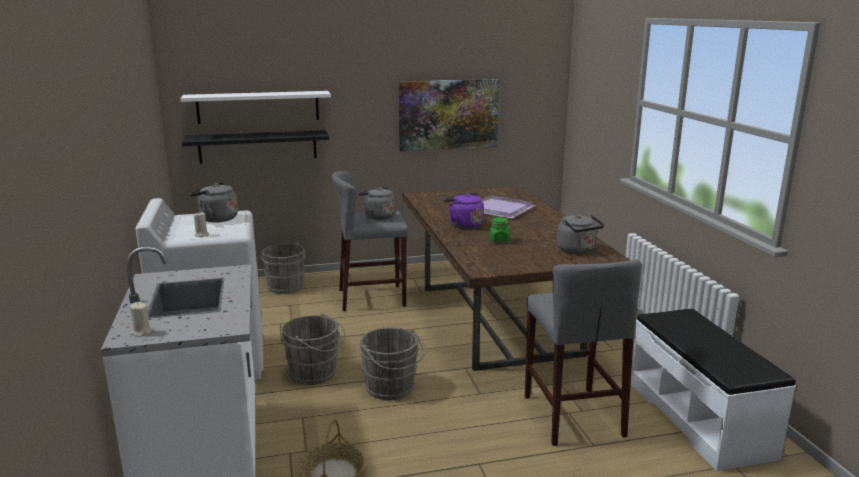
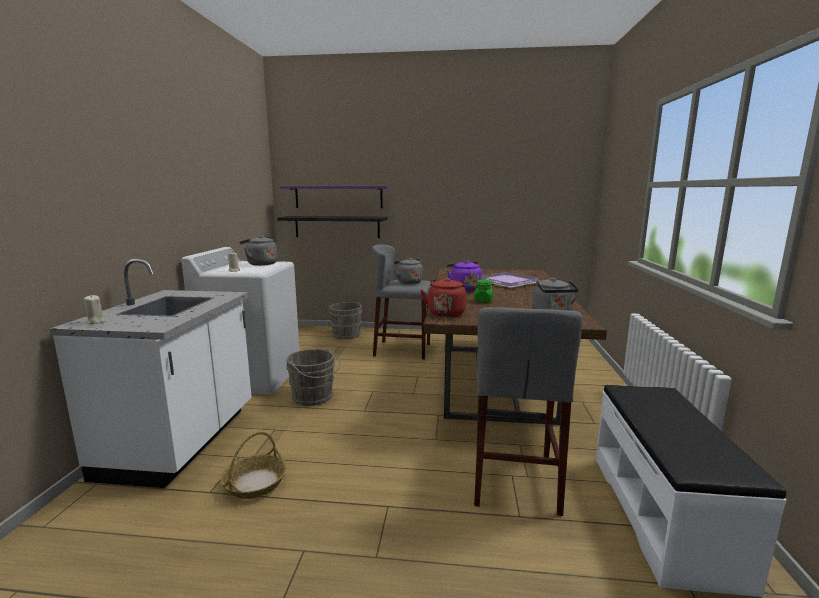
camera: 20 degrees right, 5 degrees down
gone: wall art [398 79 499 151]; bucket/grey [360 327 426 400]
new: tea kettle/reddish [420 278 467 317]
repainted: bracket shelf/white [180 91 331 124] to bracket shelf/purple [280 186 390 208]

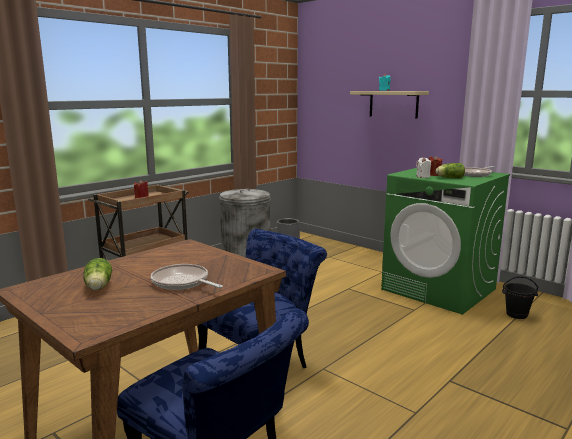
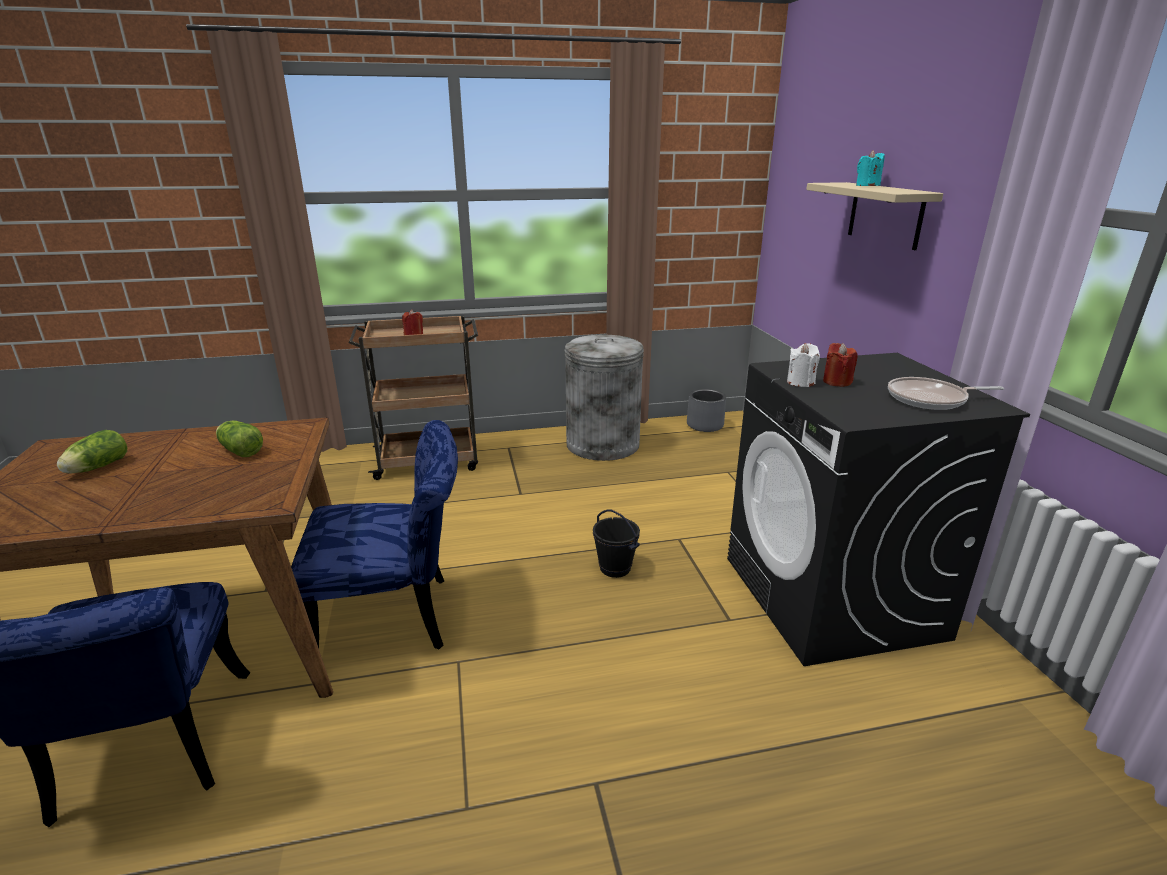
camera: 35 degrees right, 10 degrees up
gone: skillet [151 264 223 290]
shifted: head of lettuce [436 163 465 178] to [216 420 263 457]; bucket/blackish [502 276 538 319] to [593 509 640 578]
repainted: laundry machine/green [381 168 510 315] to laundry machine/blackish [727 353 1030 666]

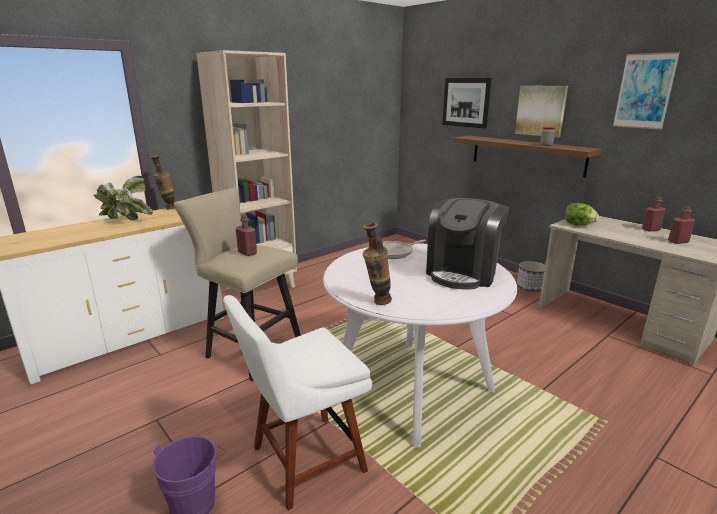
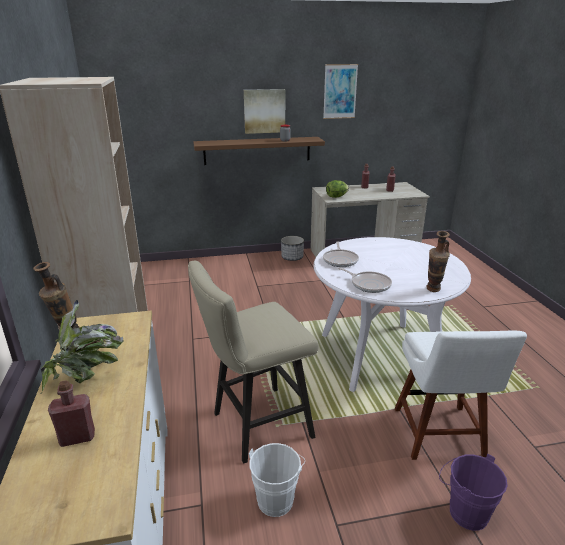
camera: 60 degrees left, 5 degrees up
gone: wall art [442 78 491 128]; coffee maker [426 198 509 290]
new: skillet [338 267 392 293]; bucket/white [249 443 305 517]
shifted: drink bottle/reddish [236 214 257 256] to [48 381 95 447]

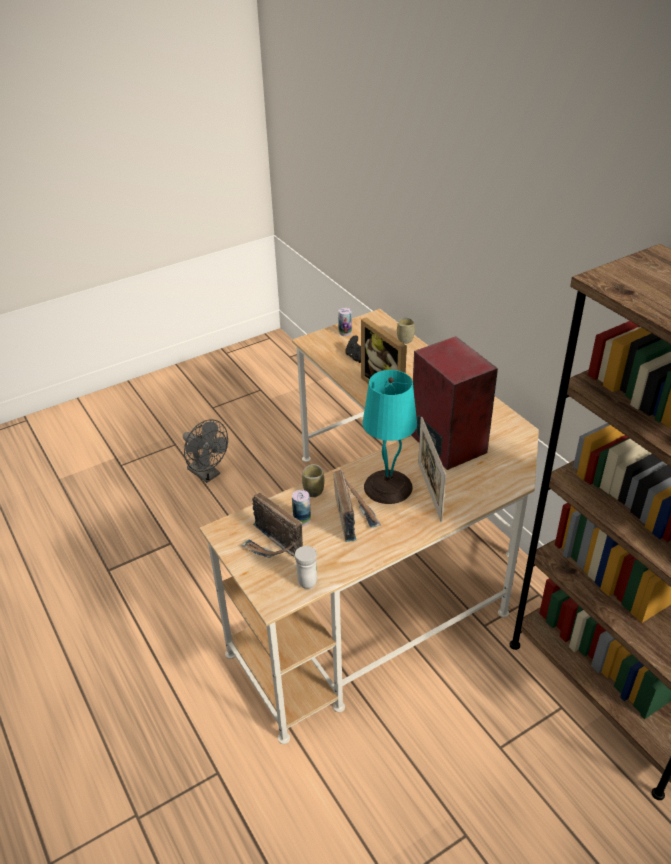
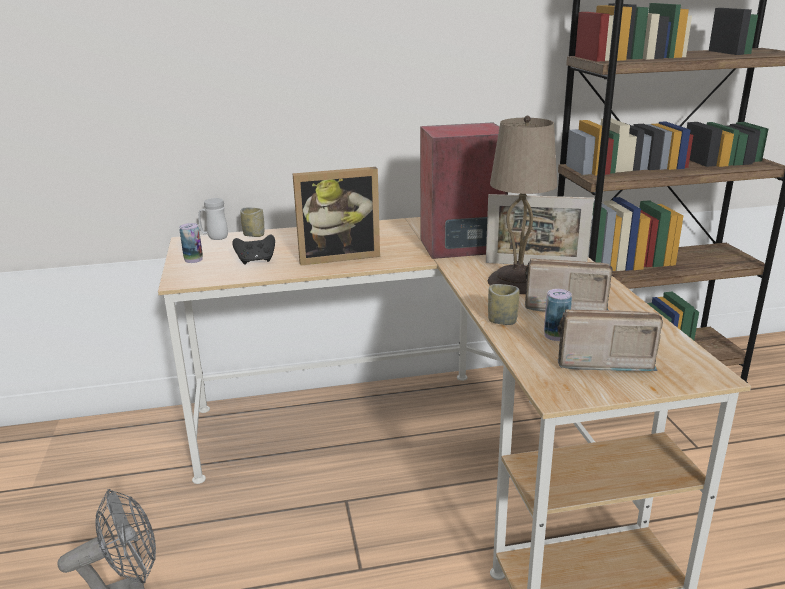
camera: 70 degrees left, 15 degrees down
shifted: tea mug/white [295 546 317 589] to [198 198 228 240]
repainted: lamp for a table/turquoise [363 370 417 504] to lamp for a table/sand-coloured [488 116 557 294]
rotated: radio [241 493 303 558] = [558 309 663 371] 150 degrees counterclockwise

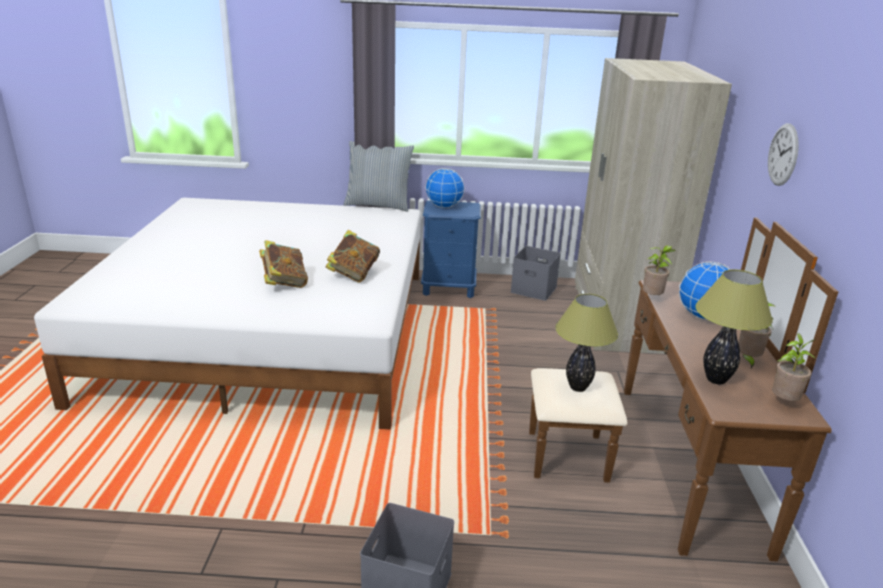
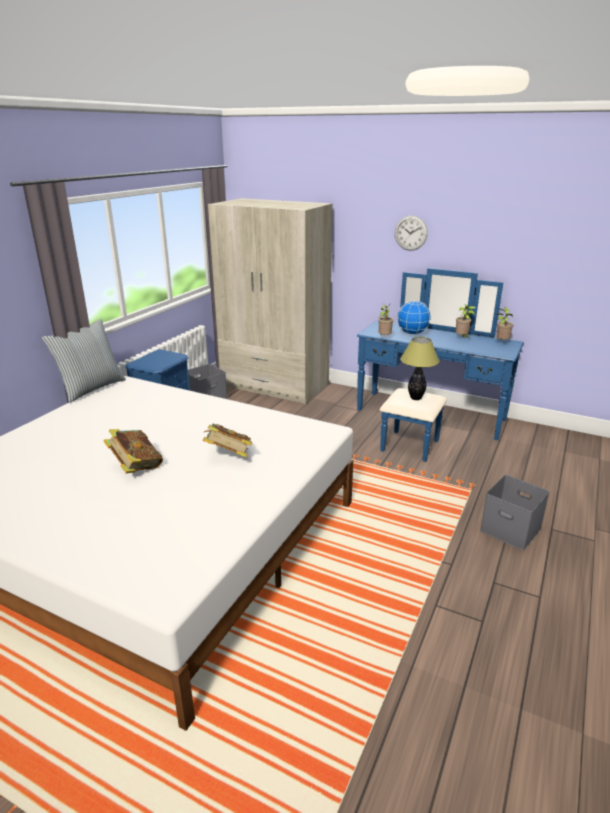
camera: 65 degrees left, 0 degrees up
gone: globe [425 168 465 208]; lamp for a table [696 270 773 384]
shifted: book [325 230 380 283] to [103 429 163 473]
repainted: drawer chest/brown [529 217 838 562] to drawer chest/bluish [357 268 524 462]

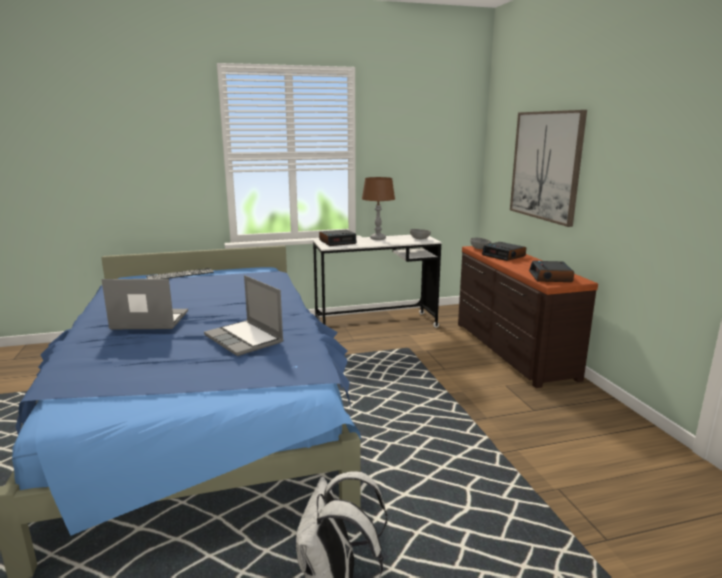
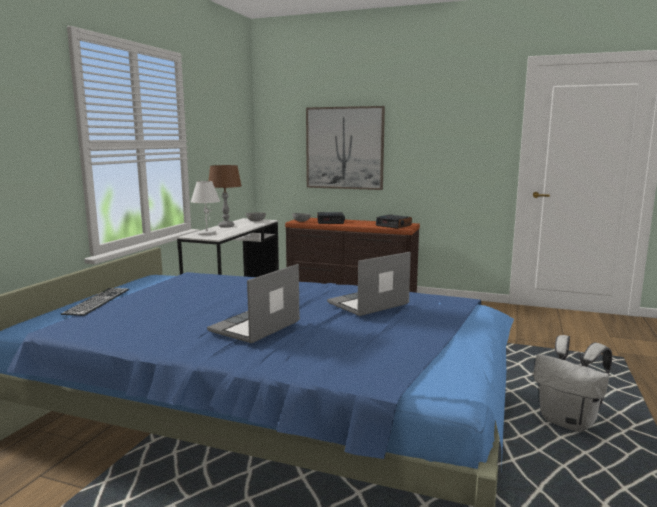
camera: 55 degrees left, 5 degrees down
swapped: table clock [319 230 357 246] to lamp for a table/white [191 181 220 235]
rotated: notebook computer [204 275 284 356] = [327 252 411 316] 150 degrees clockwise

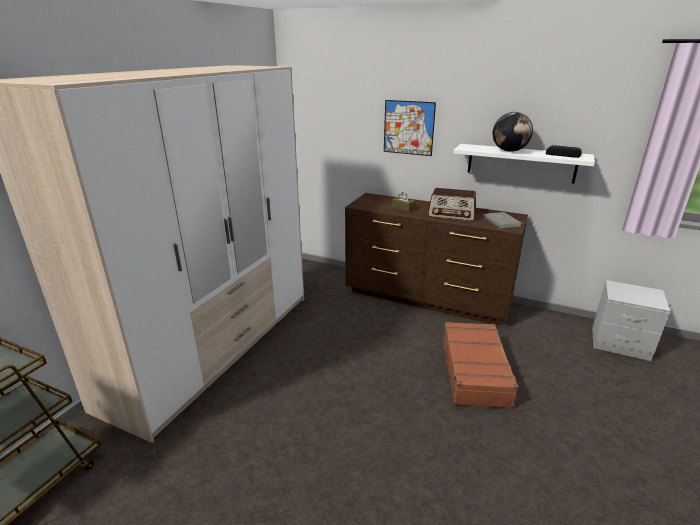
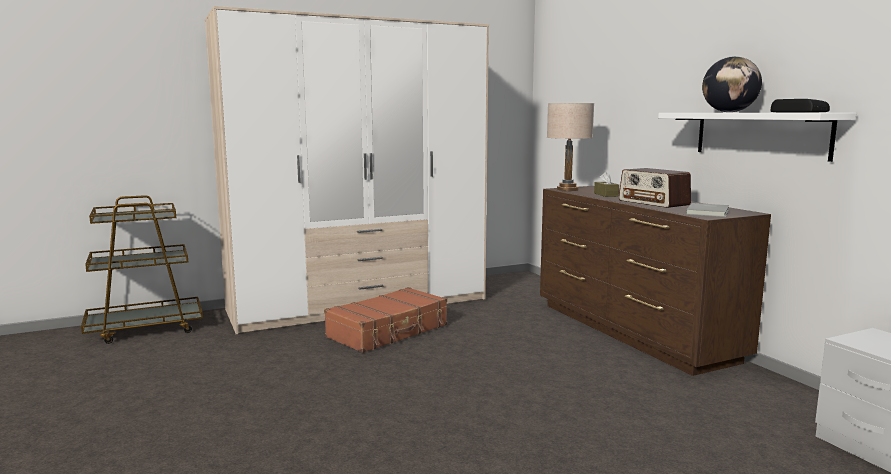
camera: 40 degrees right, 15 degrees down
gone: wall art [384 100 436 156]
new: lamp for a table/sand-coloured [547 103 594 191]
shifted: travel case/brown [443 322 518 409] to [324 287 447 353]

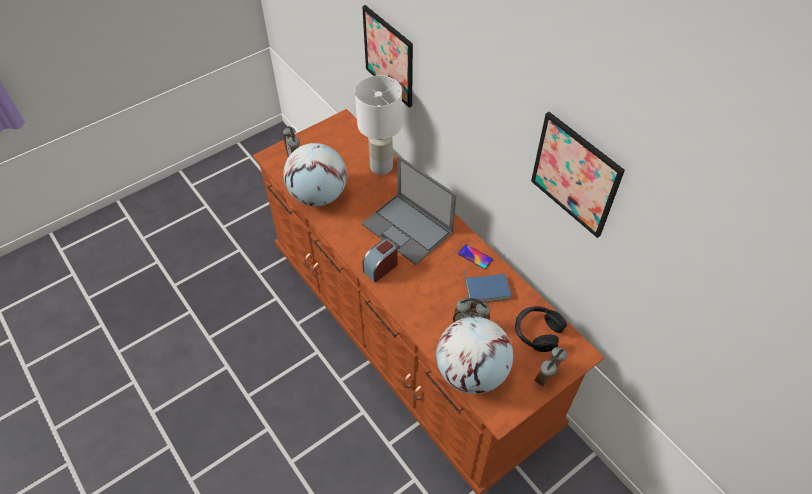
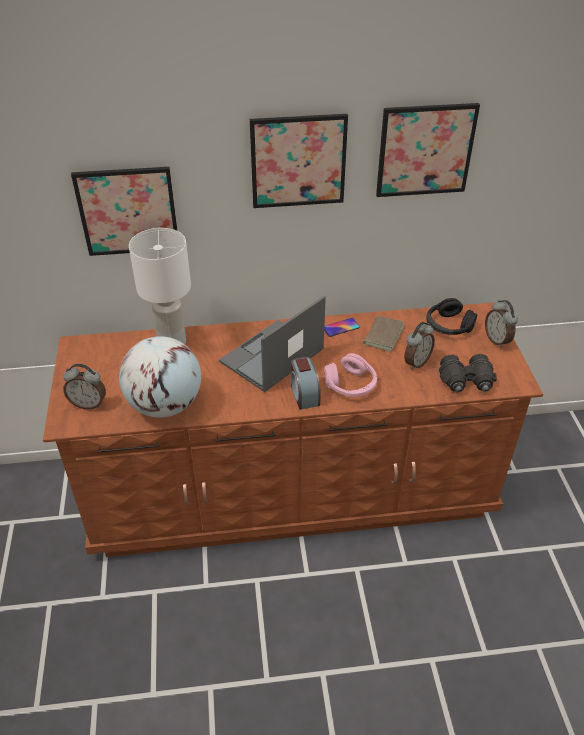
camera: 60 degrees left, 10 degrees down
new: wall art [250 114 348 208]; pair of headphones/pinkish [324 353 377 397]
swapped: globe [436 317 513 394] to binoculars/blackish [439 354 497 392]
repainted: book/bluish [464 271 512 303] to book/brown [355 316 404 352]
rotated: notebook computer [361 156 456 265] = [219 296 326 392] 150 degrees clockwise

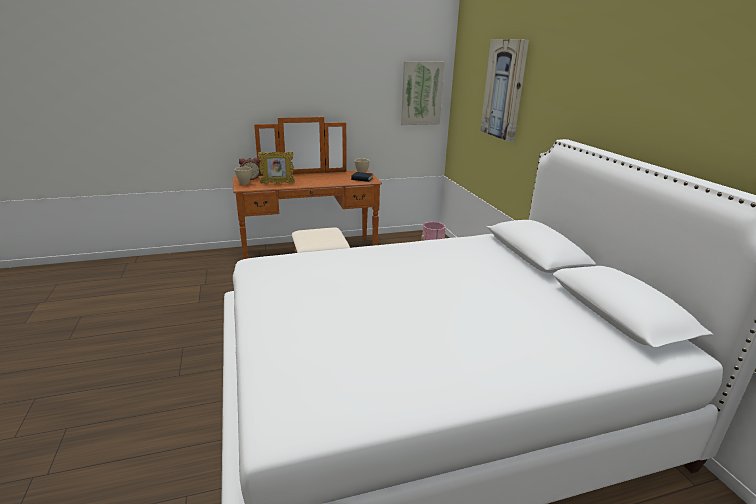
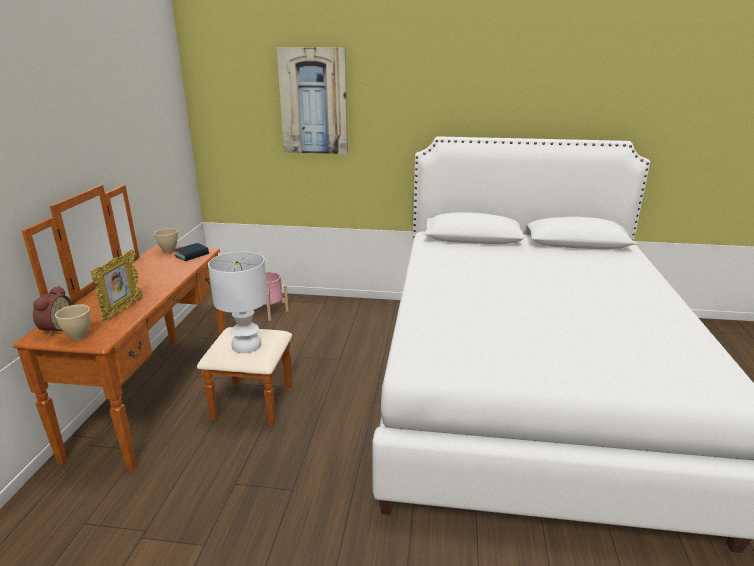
camera: 65 degrees left, 0 degrees up
gone: wall art [401 61 445 125]
new: lamp for a table/white [208 252 268 353]

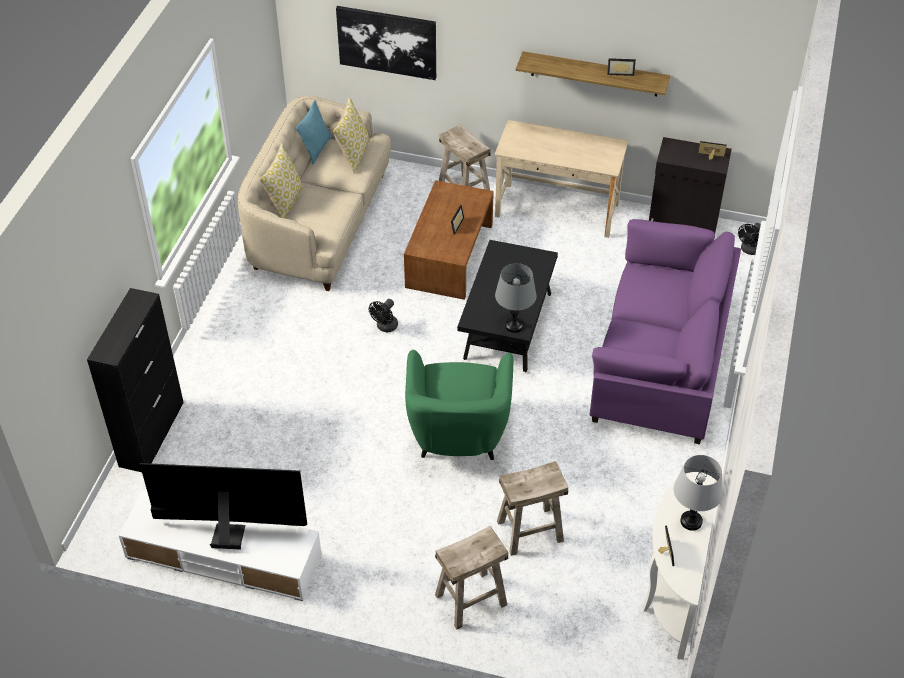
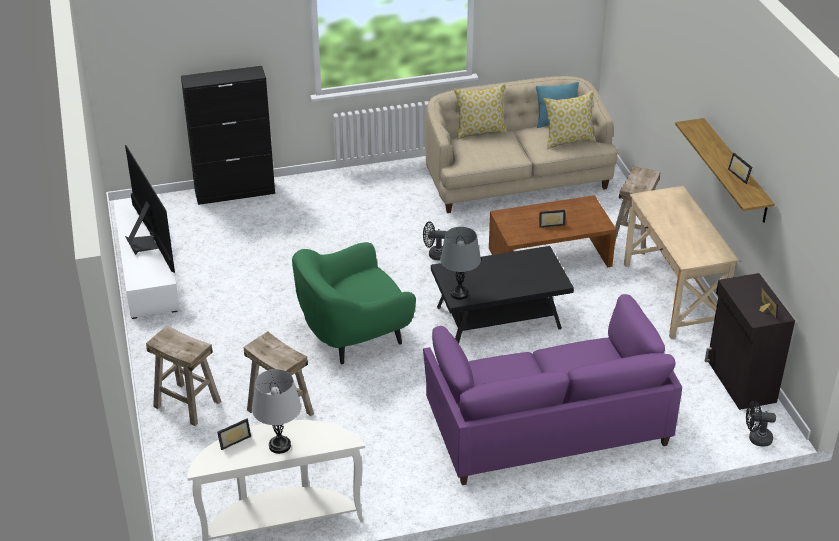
camera: 60 degrees right, 10 degrees down
gone: wall art [336 6 436 80]

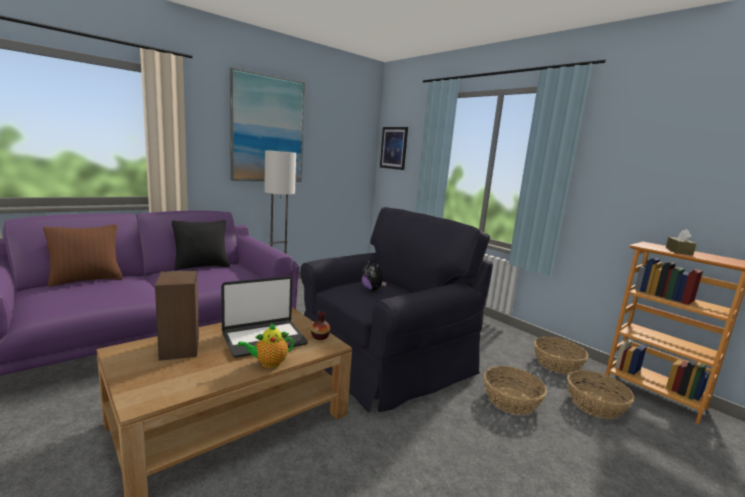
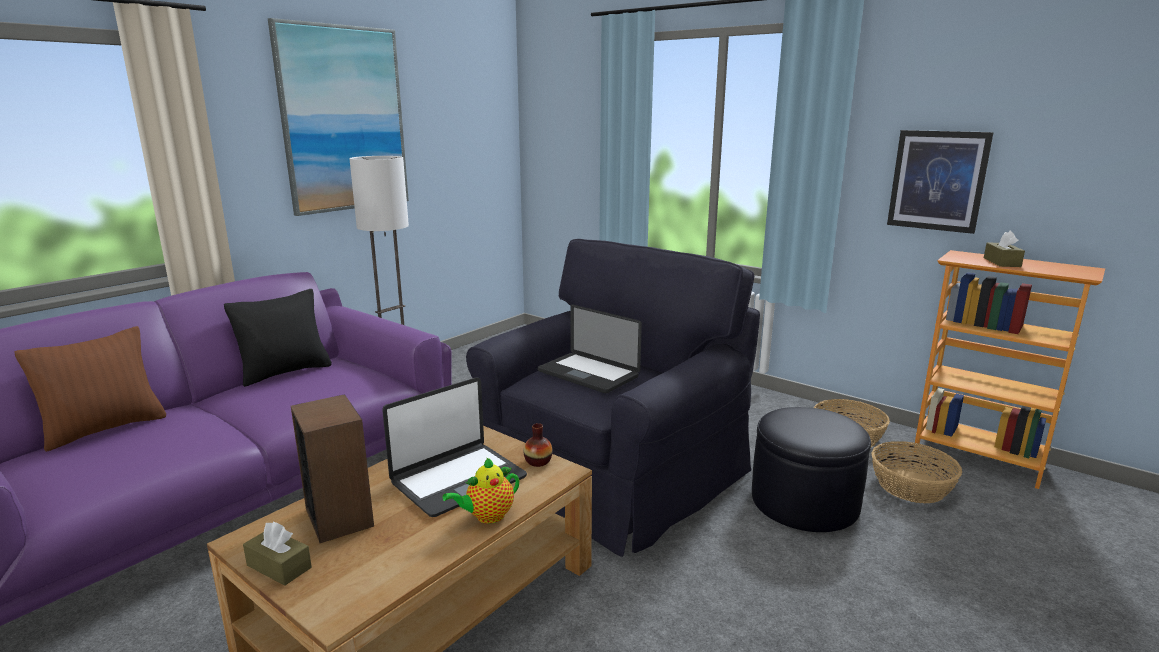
camera: 10 degrees left, 5 degrees up
new: tissue holder/brown [243 522 312 586]
shifted: wall art [380 127 408 170] to [887 130 994 234]
swapped: cuddly toy [361 259 387 291] to notebook computer [538 305 642 393]; basket [484 366 547 415] to footrest/blackish [752 407 871 532]

